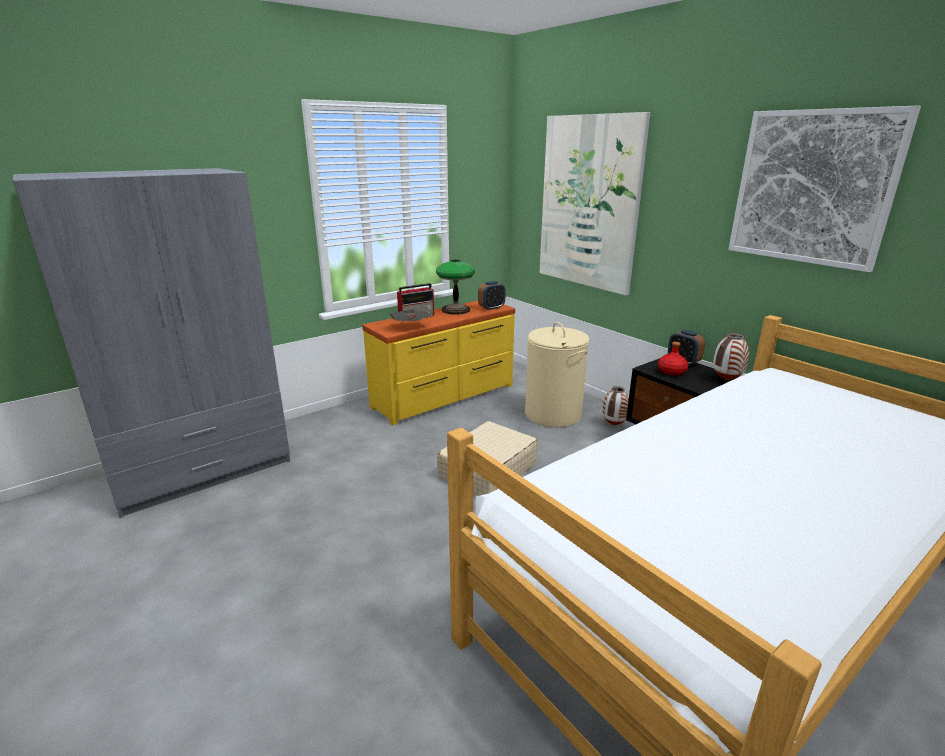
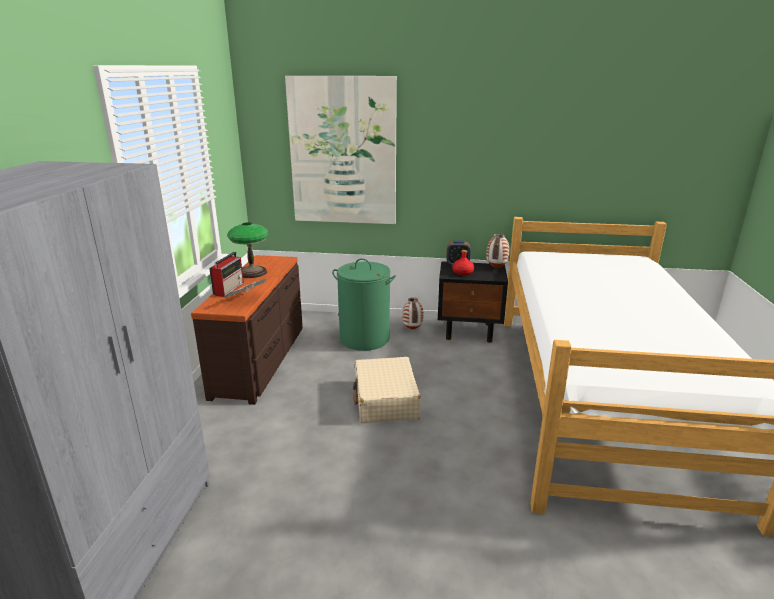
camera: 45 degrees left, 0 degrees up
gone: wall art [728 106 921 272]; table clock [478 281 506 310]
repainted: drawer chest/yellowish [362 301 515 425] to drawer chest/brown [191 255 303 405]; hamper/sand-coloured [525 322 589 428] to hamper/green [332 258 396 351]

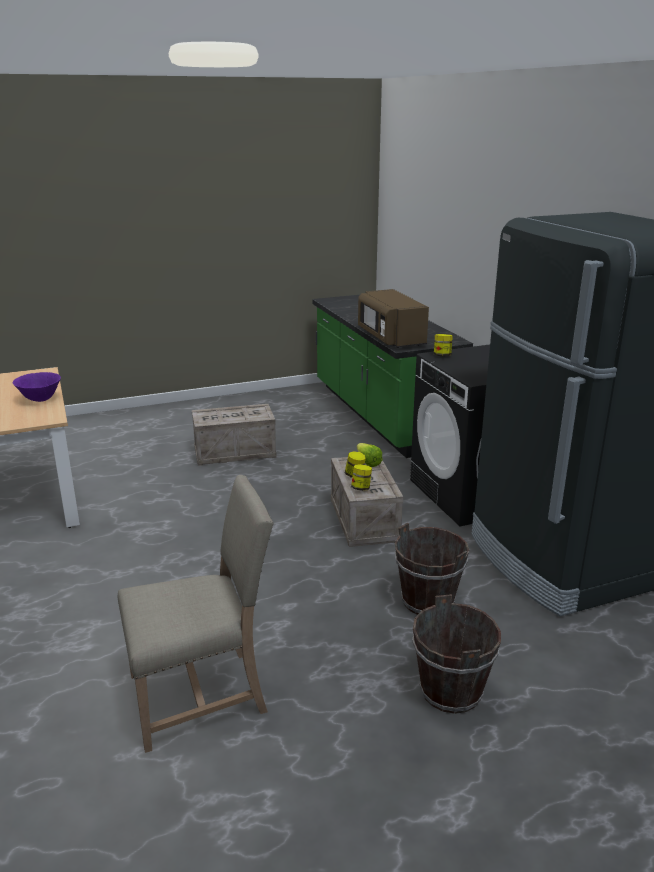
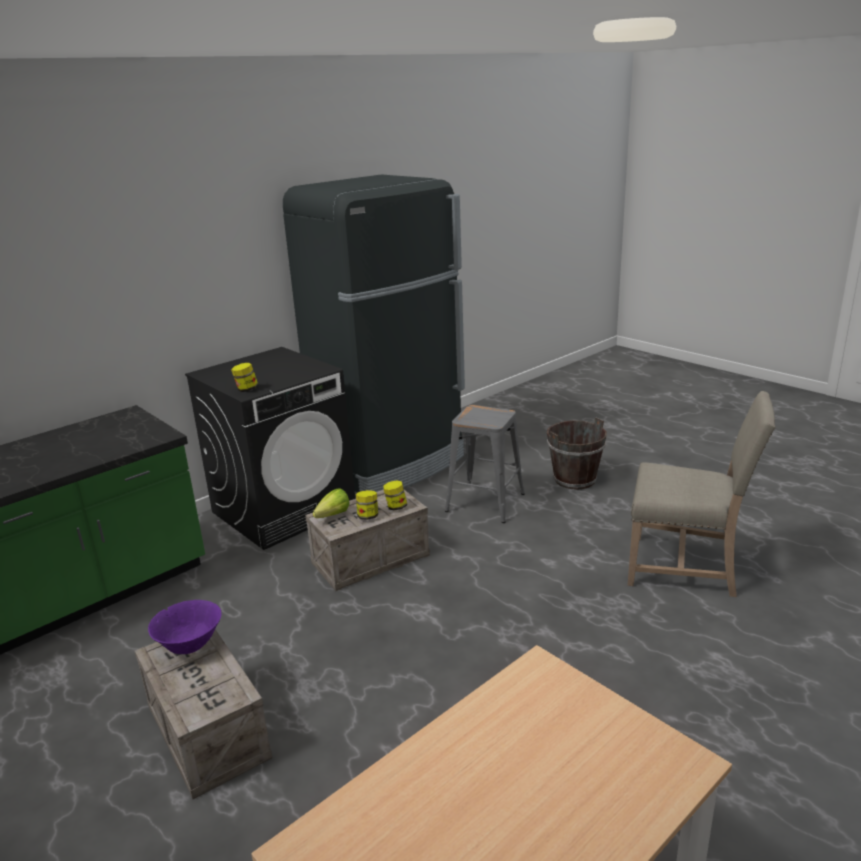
camera: 110 degrees left, 0 degrees up
gone: kitchen microwave/brown [358 289 429 348]
shifted: bowl/purple [12 372 61 402] to [148 600 222 654]
swapped: bucket/brown [395 523 469 615] to stool seat/grey [445 405 525 523]
rotated: chair/sand-coloured [118 475 274 753] = [628 391 776 597] 150 degrees clockwise

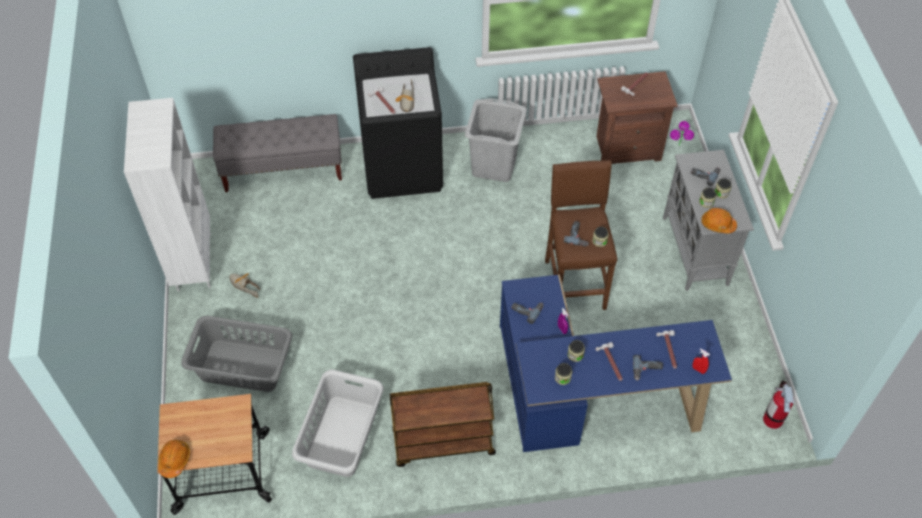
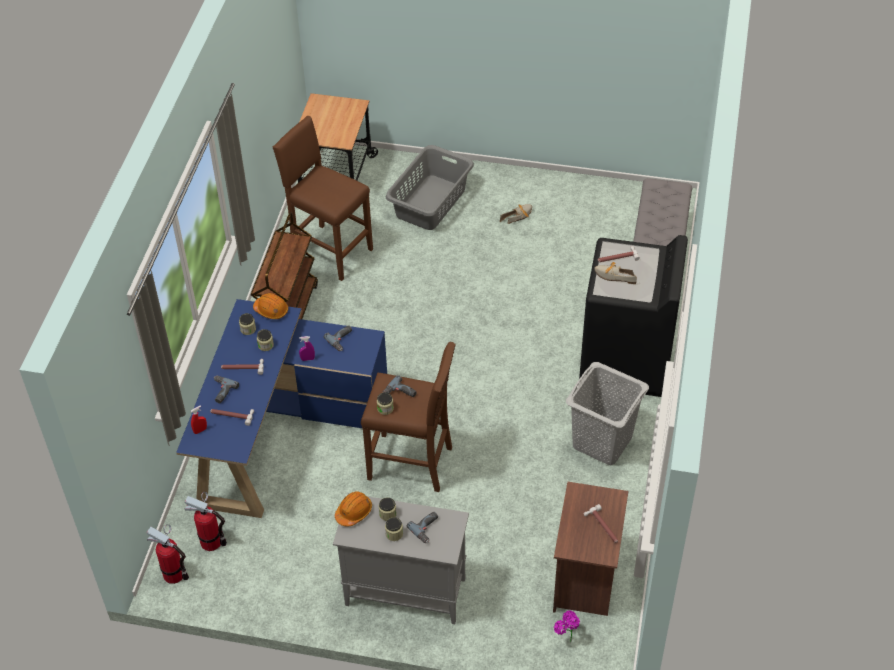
camera: 110 degrees right, 5 degrees down
gone: shelving unit/white [124 98 211 291]
new: fire-fighting cylinder [185 492 227 551]
shifted: hard hat/orange-coloured [158 440 190 478] to [253 293 288 319]
swapped: hamper/grey [292 370 384 477] to stool seat/brown [272 116 373 281]

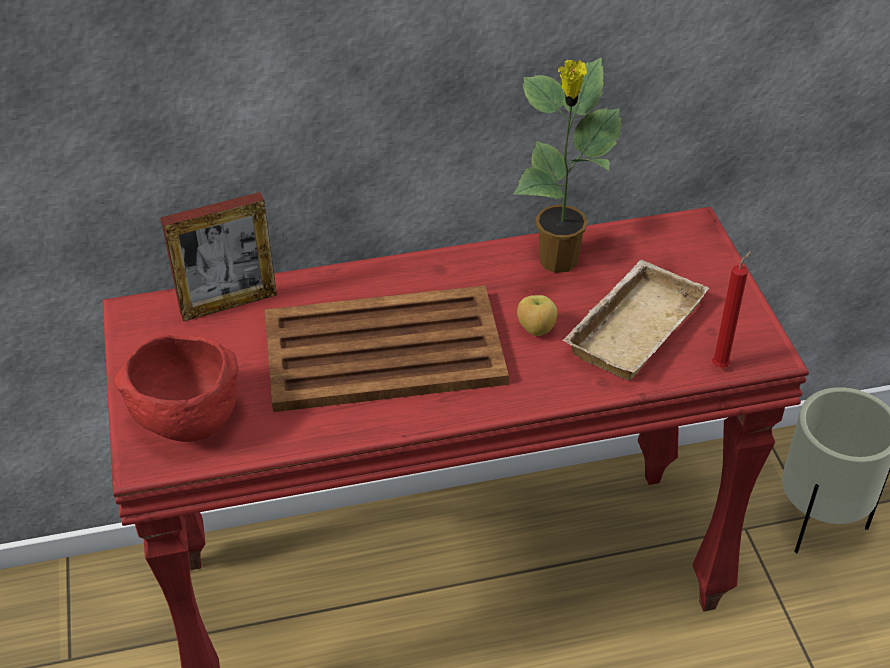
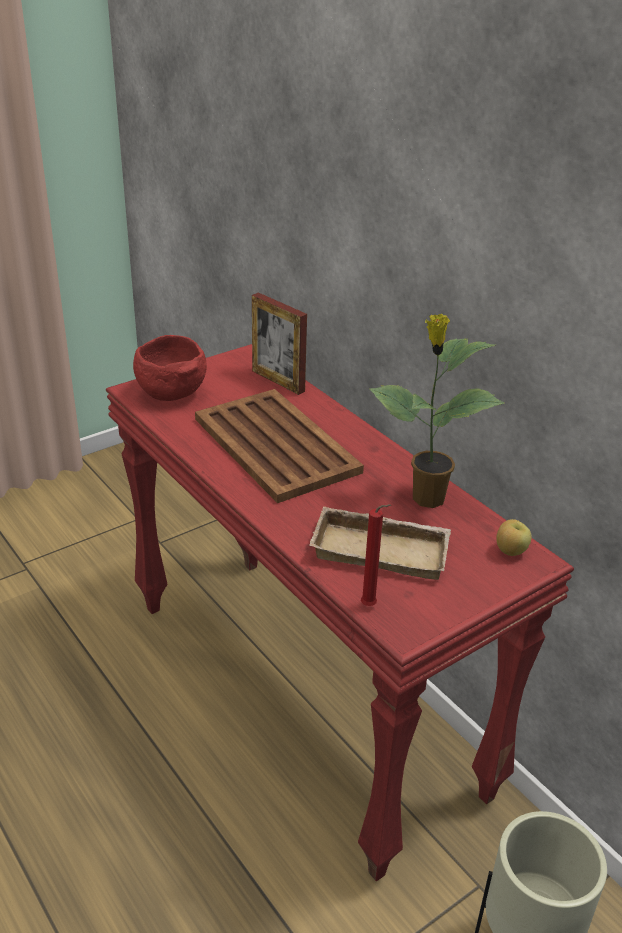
camera: 65 degrees right, 10 degrees down
shifted: apple [517 295 557 336] to [497 519 532 556]

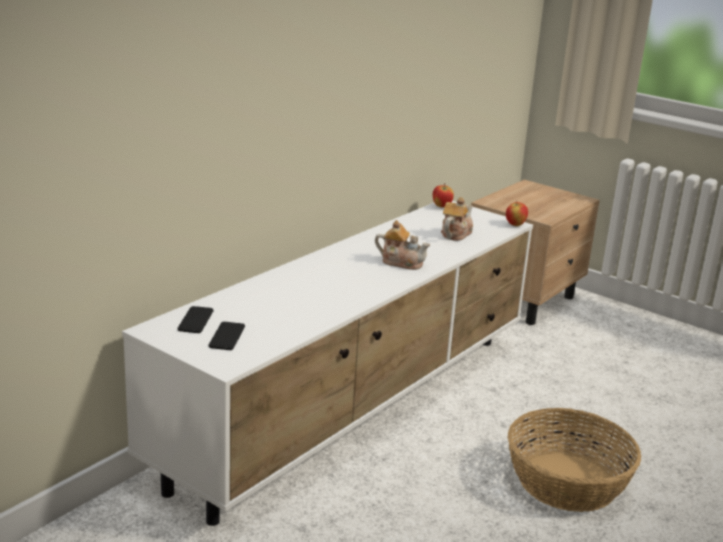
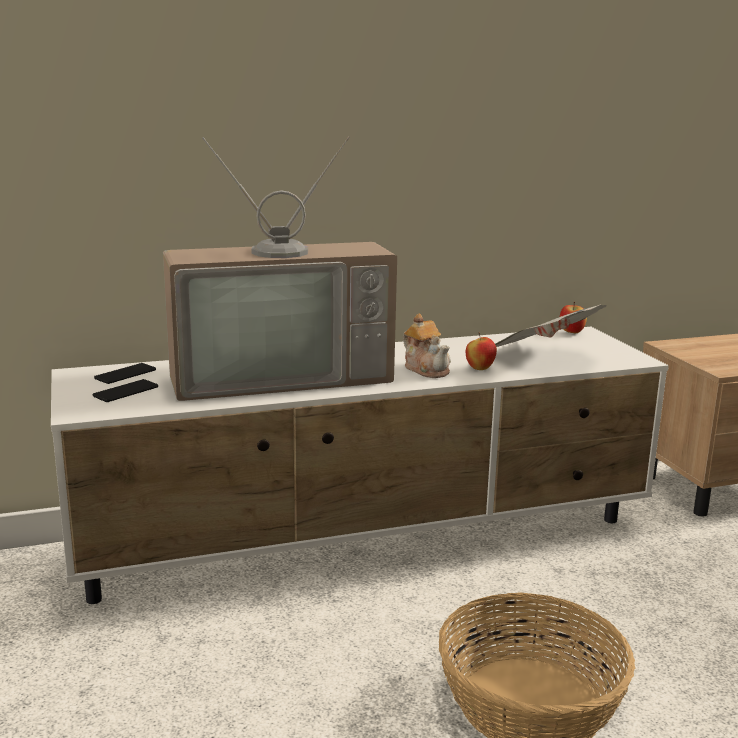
camera: 35 degrees right, 5 degrees down
new: TV set [163 136 397 401]
shifted: apple [506 200 528 226] to [466 332 497 370]
swapped: pot for tea [441 197 473 241] to printed paper [495 304 607 347]

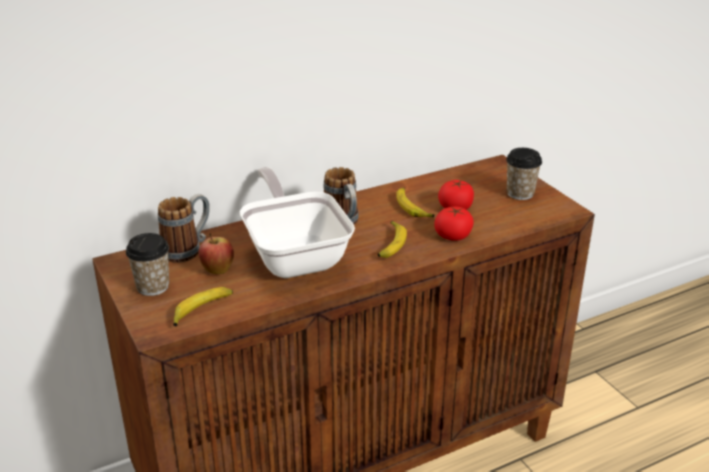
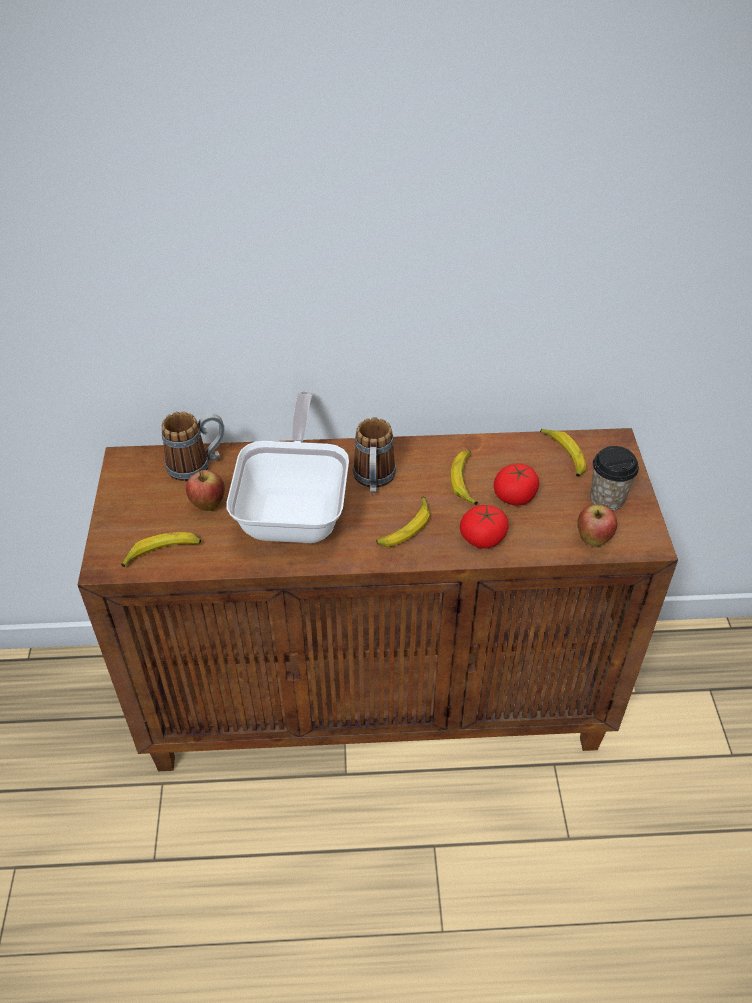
camera: 25 degrees right, 15 degrees up
gone: drinking cup [126 233 169 296]
new: banana fruit [540 429 586 477]; apple [577 504 617 547]

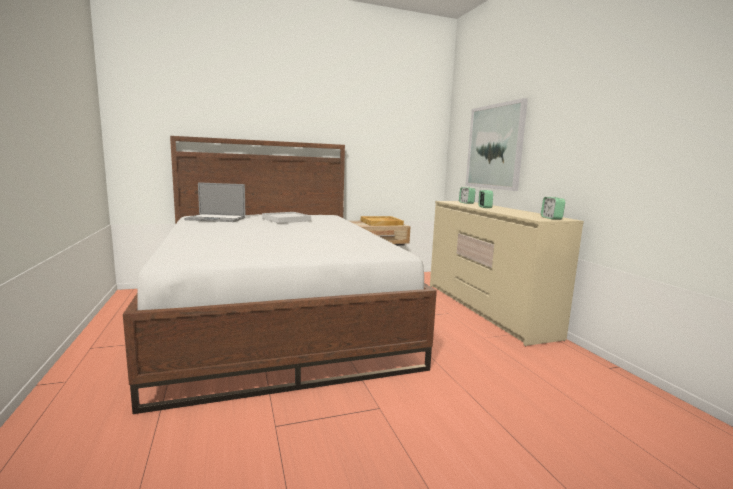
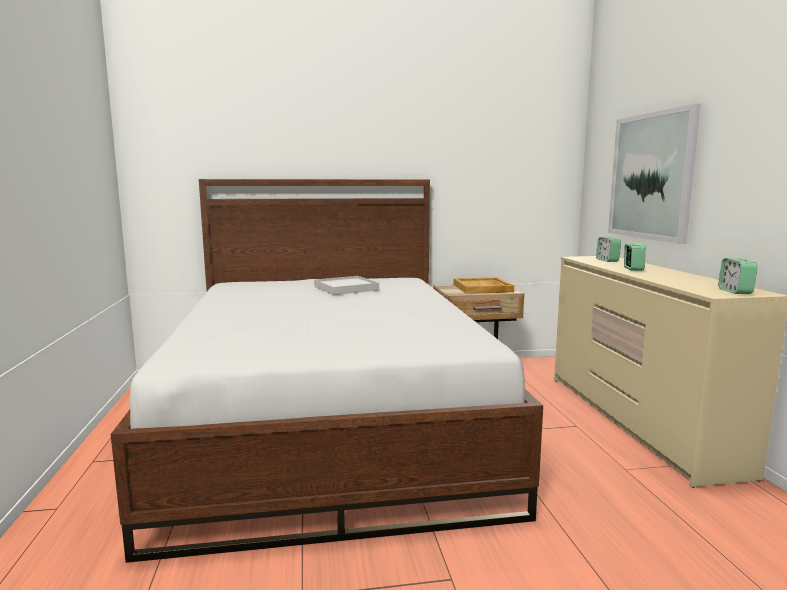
camera: 10 degrees right, 0 degrees up
gone: notebook computer [184 182 246 222]

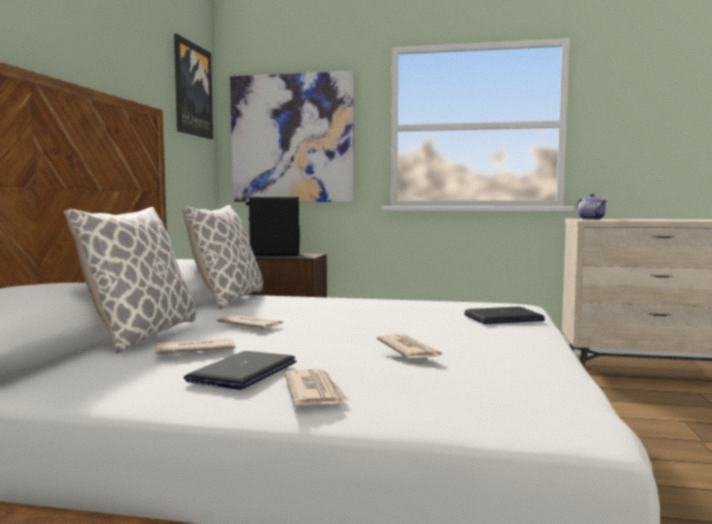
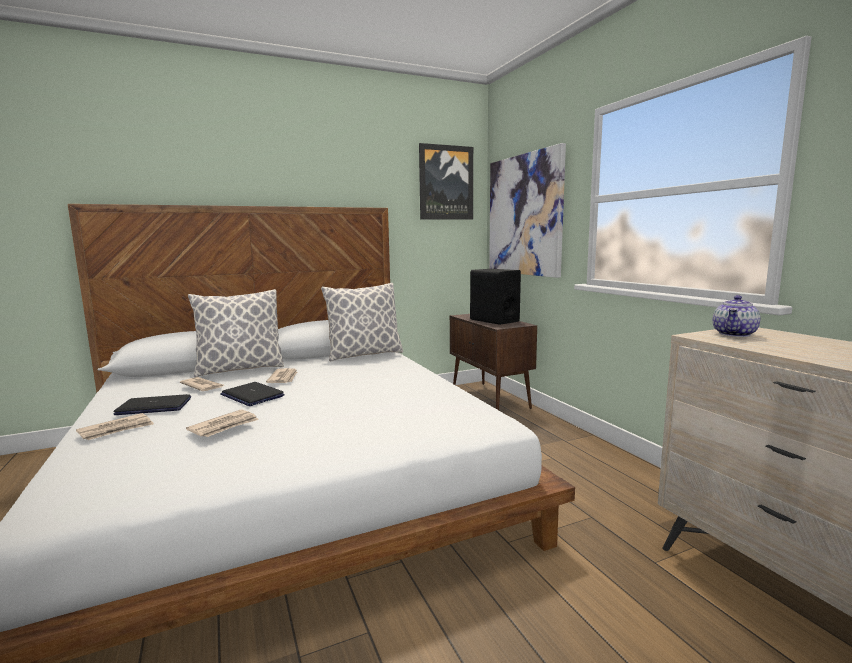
camera: 55 degrees right, 5 degrees up
shifted: notebook computer [464 307 545 324] to [220 382 285 406]

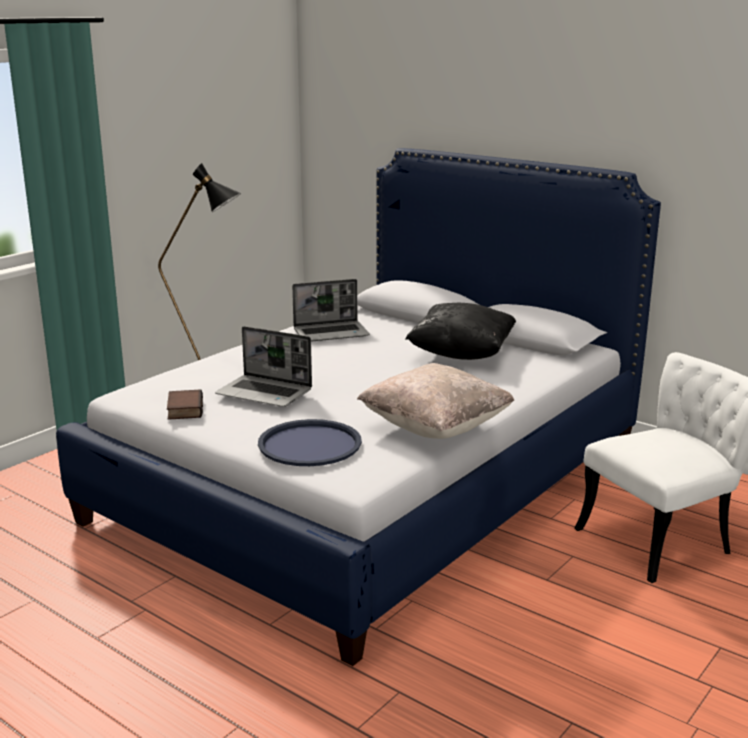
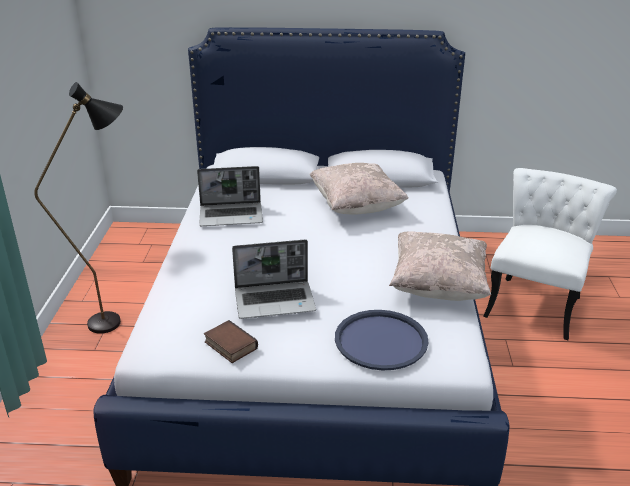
camera: 35 degrees left, 10 degrees up
repainted: pillow/blackish [405 303 516 360] to pillow/sand-coloured [310 163 409 215]
rotated: notebook computer [292 279 370 342] = [197 166 263 226] 45 degrees clockwise

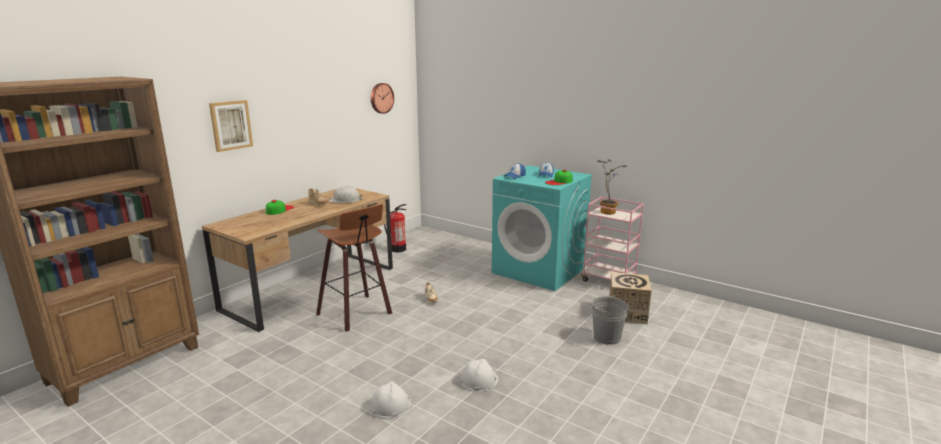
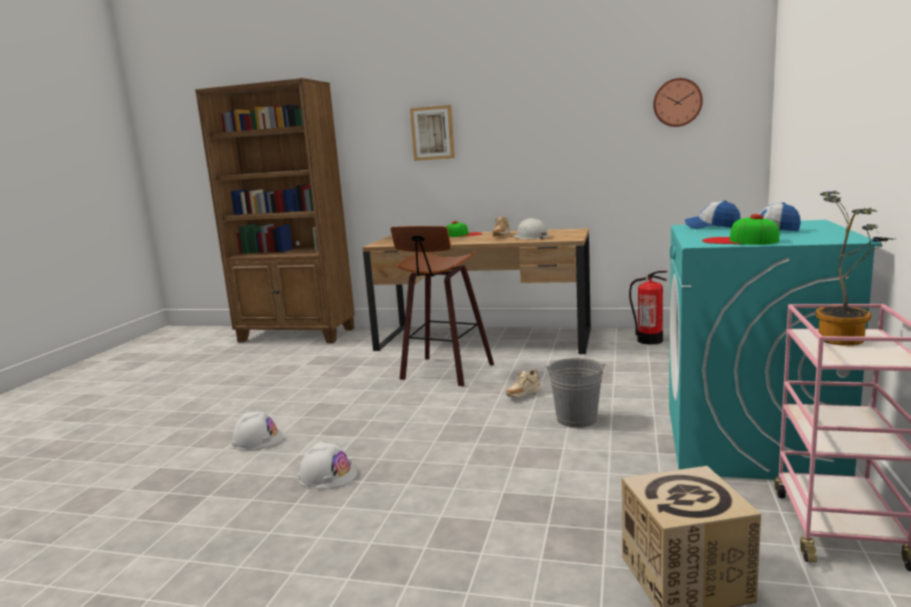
camera: 70 degrees right, 5 degrees down
shifted: bucket/grey [592 295 629 345] to [545 358 606 428]

